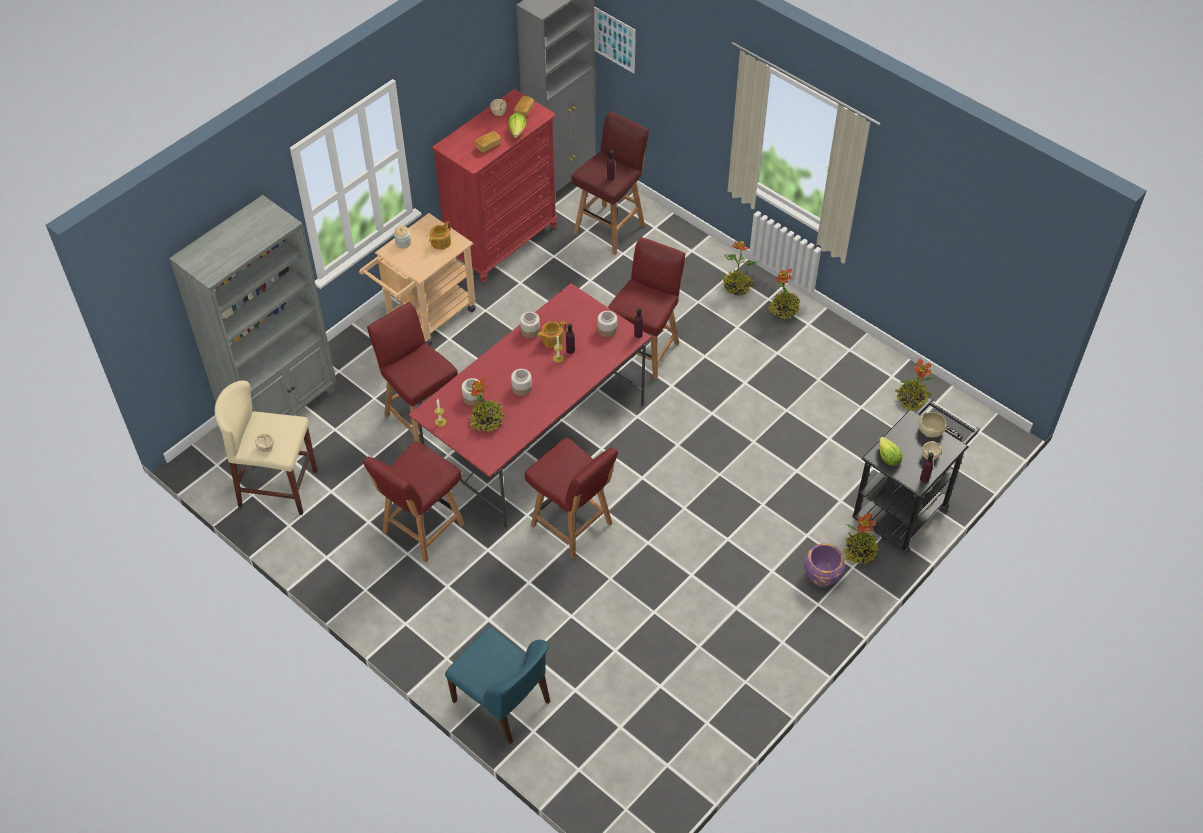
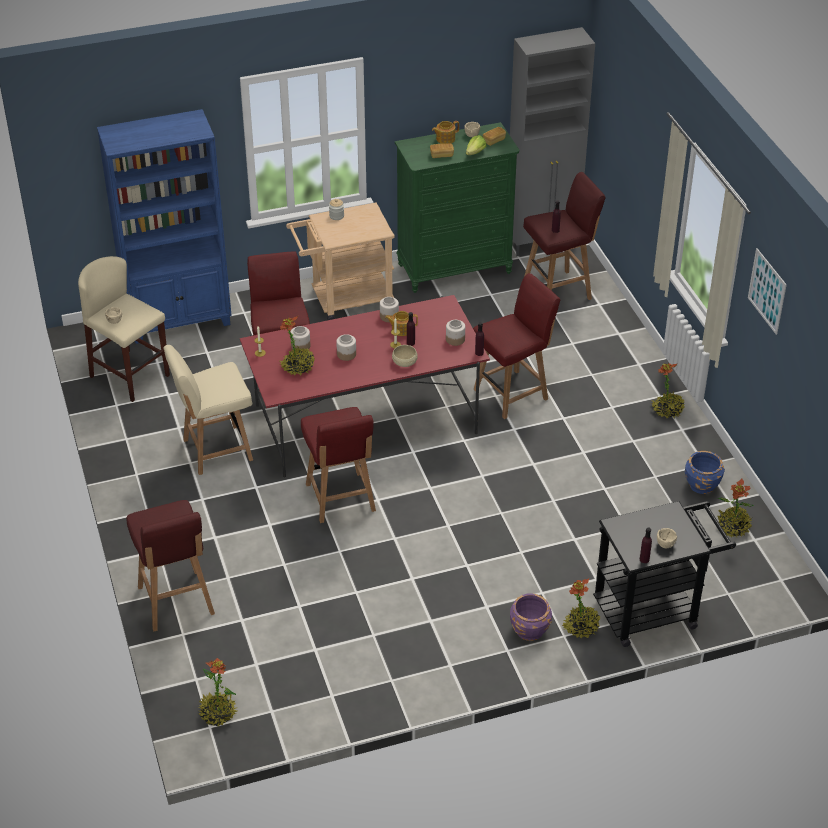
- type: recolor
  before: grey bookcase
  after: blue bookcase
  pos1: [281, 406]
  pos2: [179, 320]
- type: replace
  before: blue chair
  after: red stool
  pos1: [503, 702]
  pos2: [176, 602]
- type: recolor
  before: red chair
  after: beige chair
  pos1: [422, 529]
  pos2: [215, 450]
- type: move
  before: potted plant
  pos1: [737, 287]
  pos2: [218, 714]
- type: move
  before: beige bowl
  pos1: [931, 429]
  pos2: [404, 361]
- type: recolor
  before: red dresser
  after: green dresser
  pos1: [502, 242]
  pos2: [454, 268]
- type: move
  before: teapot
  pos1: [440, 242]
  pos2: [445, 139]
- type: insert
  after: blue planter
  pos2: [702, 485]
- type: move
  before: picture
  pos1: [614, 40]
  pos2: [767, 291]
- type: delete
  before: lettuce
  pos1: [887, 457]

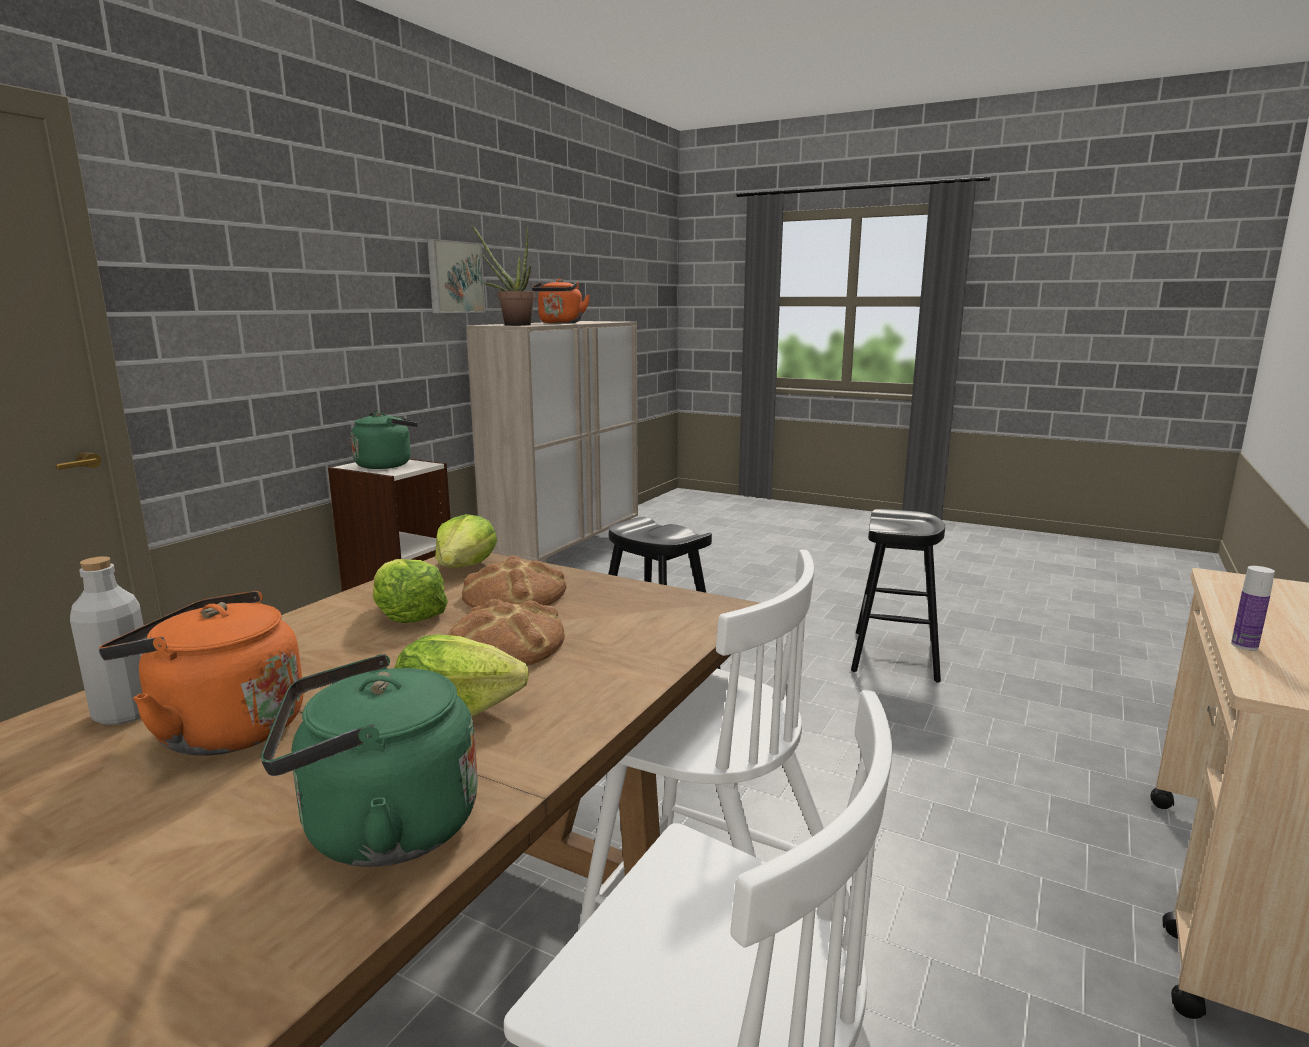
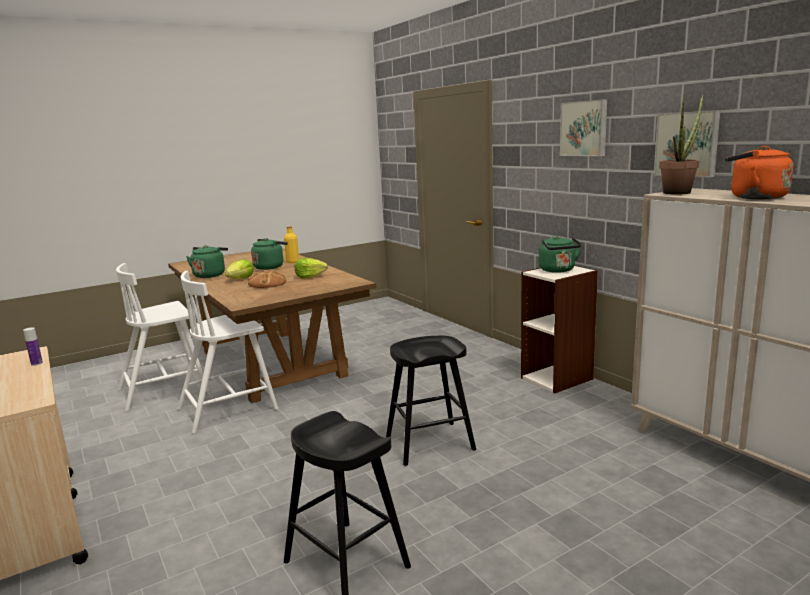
- type: recolor
  before: orange kettle
  after: green kettle
  pos1: [222, 729]
  pos2: [270, 267]
- type: recolor
  before: grey bottle
  after: yellow bottle
  pos1: [125, 713]
  pos2: [292, 262]
- type: insert
  after: picture
  pos2: [584, 128]
- type: delete
  before: lettuce
  pos1: [465, 567]
- type: delete
  before: bread
  pos1: [514, 595]

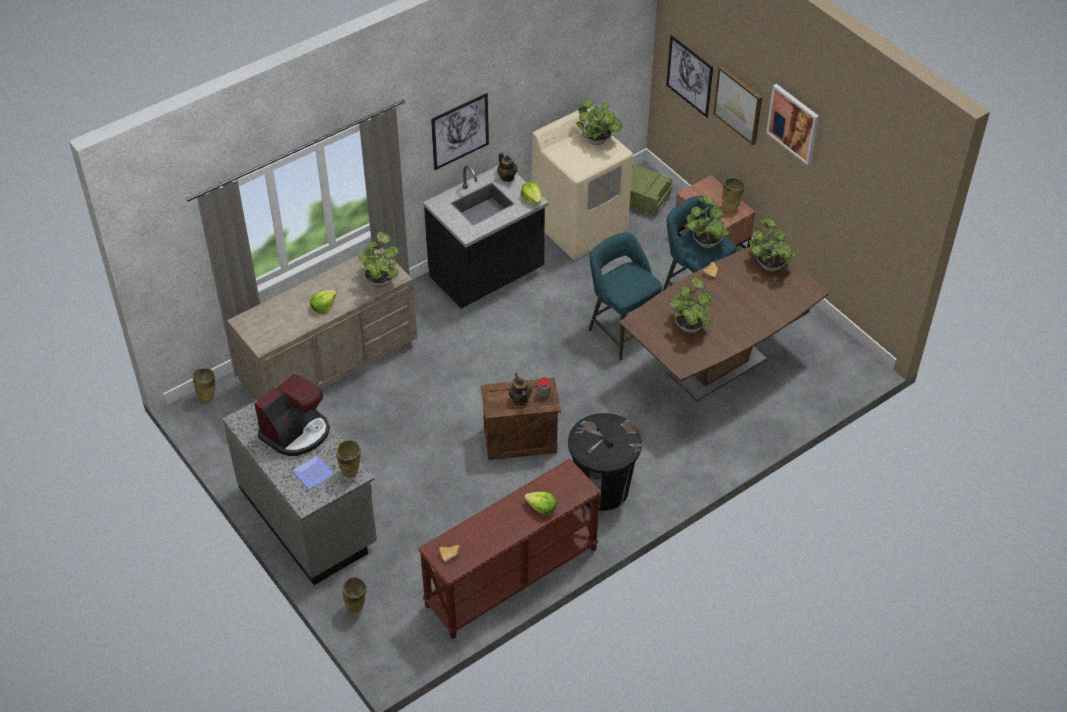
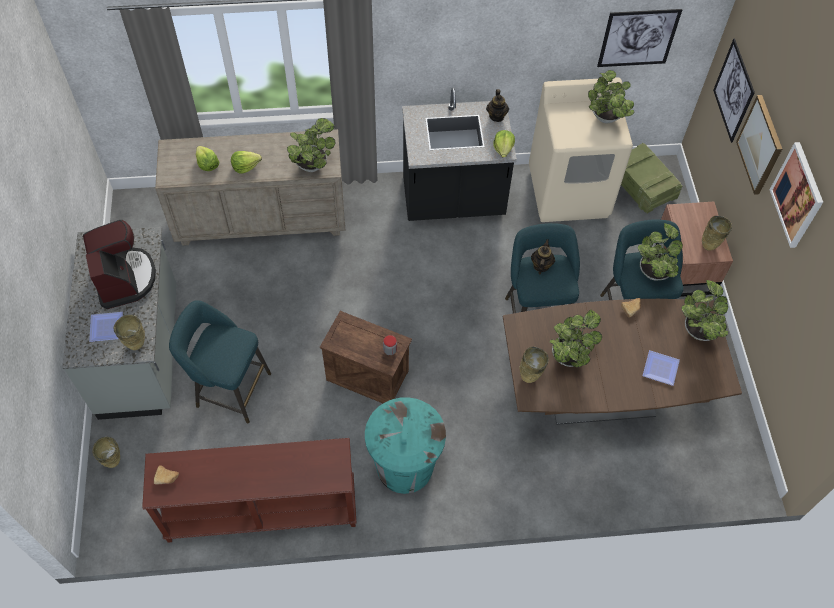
- type: rotate
  before: coffee machine
  pos1: [296, 432]
  pos2: [124, 279]
  turn: -90
- type: insert
  after: turquoise stool
  pos2: [229, 389]
- type: move
  before: lettuce
  pos1: [541, 508]
  pos2: [207, 164]
- type: recolor
  before: black trash can
  after: turquoise trash can
  pos1: [602, 489]
  pos2: [404, 467]
- type: move
  before: beige vase
  pos1: [208, 398]
  pos2: [530, 377]
- type: move
  before: teapot
  pos1: [520, 399]
  pos2: [541, 265]
- type: move
  before: picture
  pos1: [460, 131]
  pos2: [638, 38]
- type: insert
  after: plate
  pos2: [659, 369]

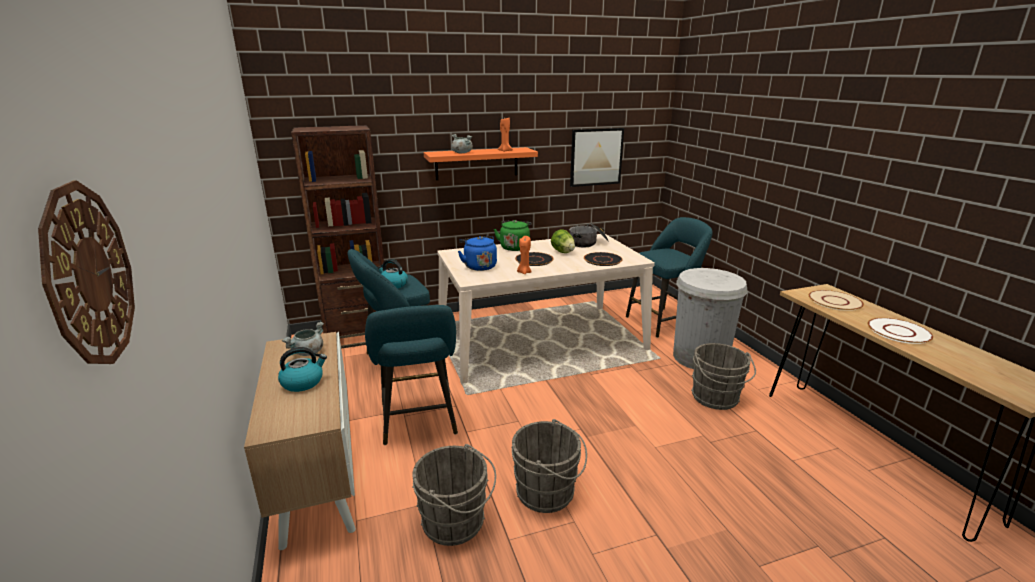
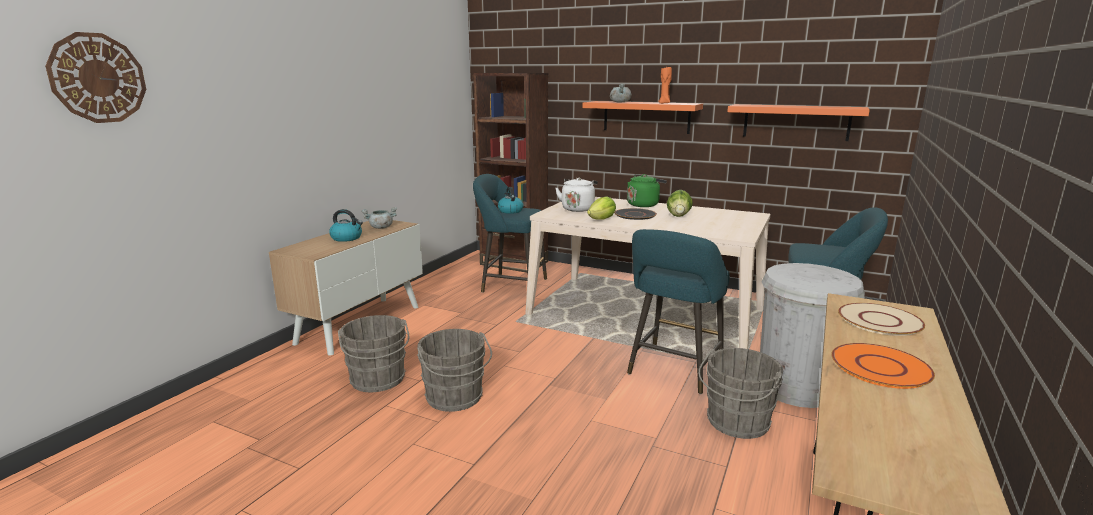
- type: recolor
  before: blue kettle
  after: white kettle
  pos1: [479, 266]
  pos2: [578, 208]
- type: replace
  before: orange candle
  after: lettuce
  pos1: [524, 272]
  pos2: [602, 219]
- type: move
  before: turquoise stool
  pos1: [419, 422]
  pos2: [673, 371]
- type: replace
  before: picture
  after: orange shelf
  pos1: [596, 157]
  pos2: [796, 122]
- type: recolor
  before: white plate
  after: orange plate
  pos1: [899, 331]
  pos2: [881, 367]
- type: delete
  before: cooking pot
  pos1: [588, 243]
- type: delete
  before: black plate
  pos1: [602, 260]

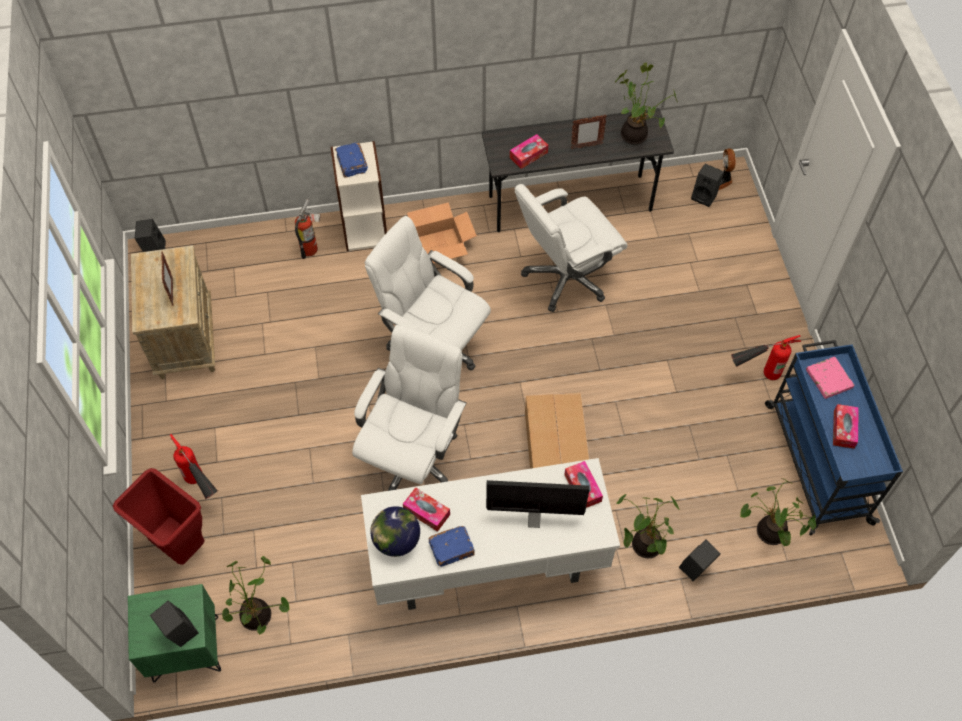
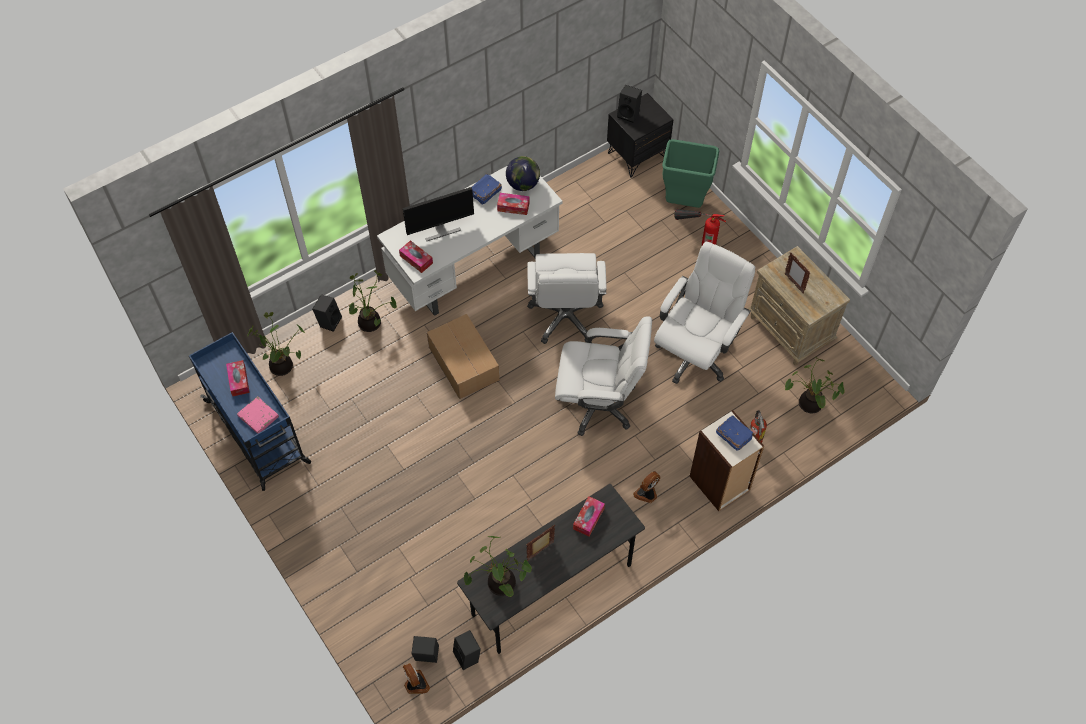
- type: move
  before: black speaker
  pos1: [154, 250]
  pos2: [468, 656]
- type: recolor
  before: green nightstand
  after: black nightstand
  pos1: [185, 649]
  pos2: [637, 155]
- type: replace
  before: cardboard box
  after: fan
  pos1: [437, 246]
  pos2: [647, 494]
- type: move
  before: white office chair
  pos1: [566, 277]
  pos2: [695, 353]
- type: recolor
  before: red trash can
  after: green trash can
  pos1: [179, 546]
  pos2: [684, 203]
- type: move
  before: potted plant
  pos1: [259, 616]
  pos2: [808, 405]
- type: delete
  before: fire extinguisher
  pos1: [755, 375]

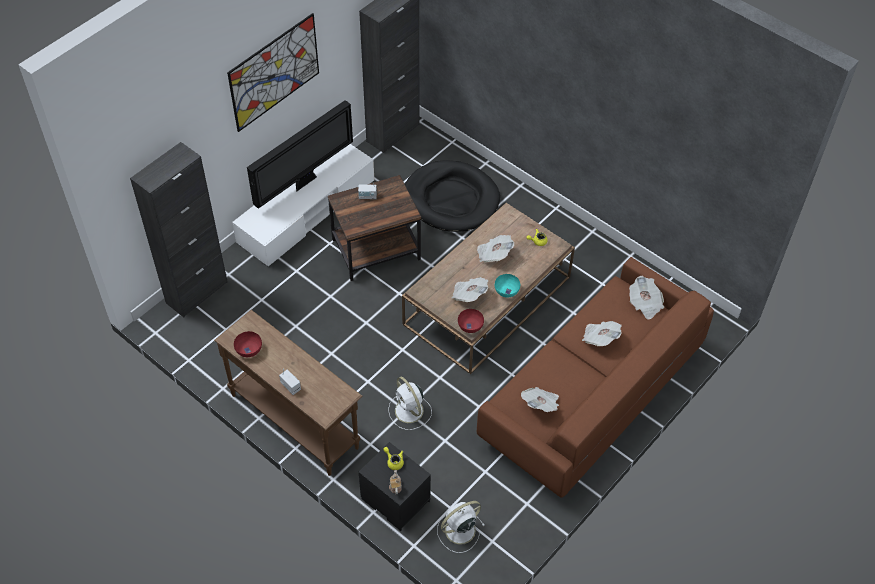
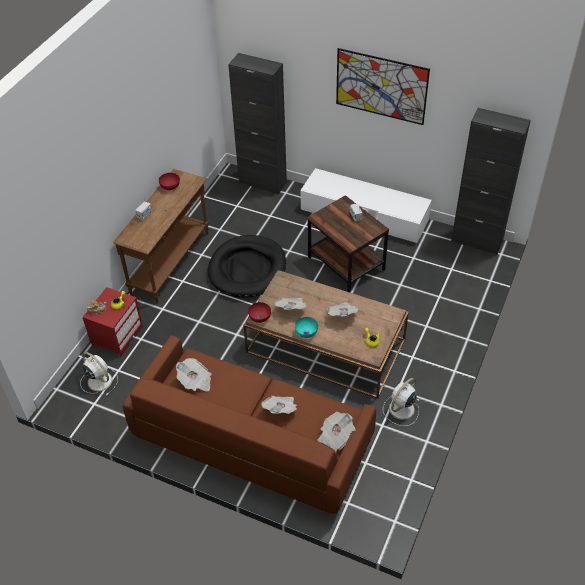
- type: recolor
  before: black nightstand
  after: red nightstand
  pos1: [394, 500]
  pos2: [117, 335]
- type: move
  before: black dog bed
  pos1: [451, 199]
  pos2: [247, 269]
- type: move
  before: white fan
  pos1: [409, 412]
  pos2: [401, 409]
- type: delete
  before: television
  pos1: [305, 181]

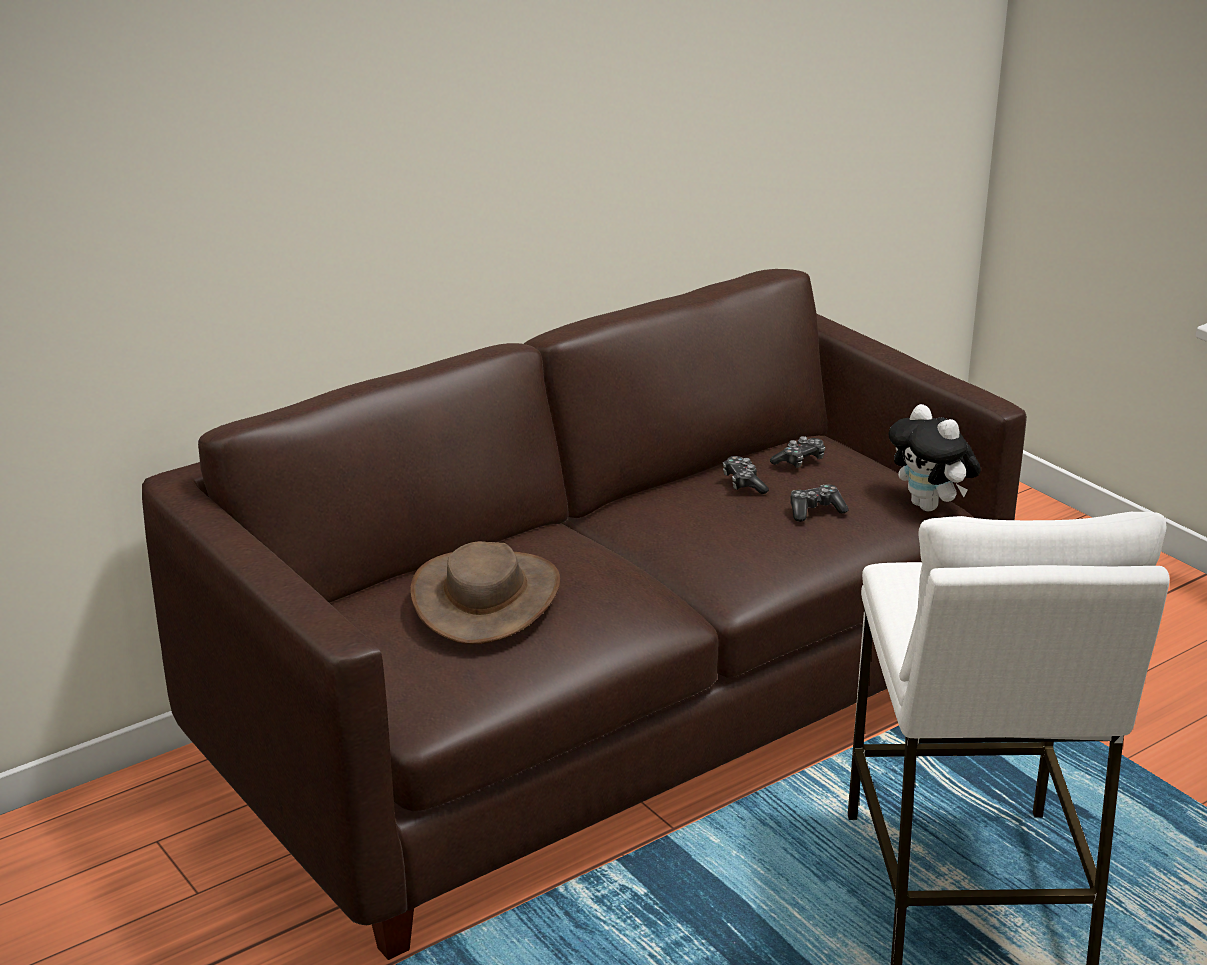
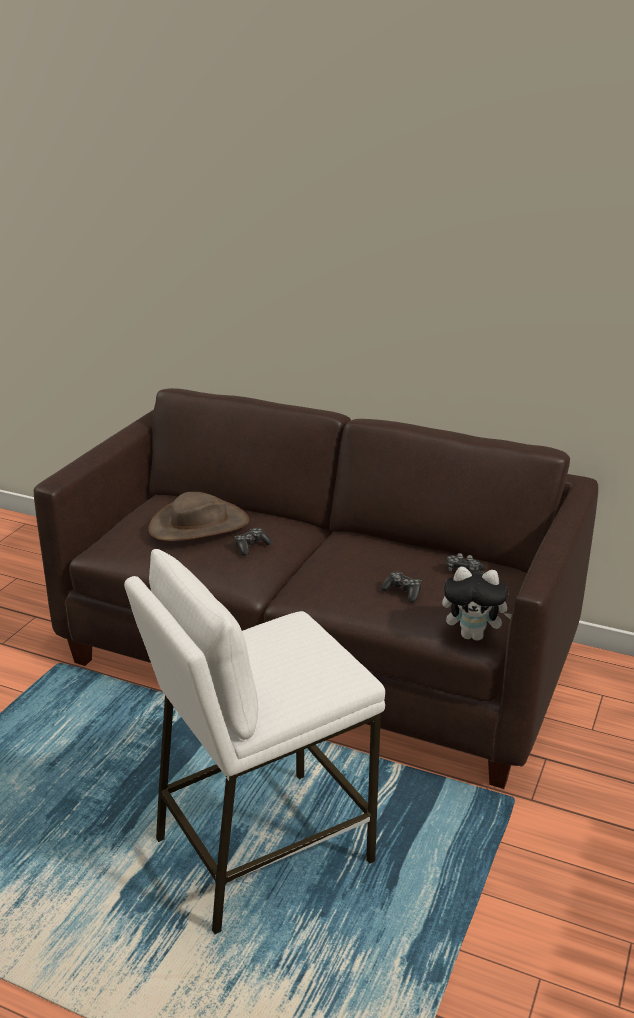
- type: move
  before: game controller
  pos1: [743, 483]
  pos2: [251, 546]
- type: rotate
  before: plush toy
  pos1: [930, 506]
  pos2: [474, 635]
  turn: -105

